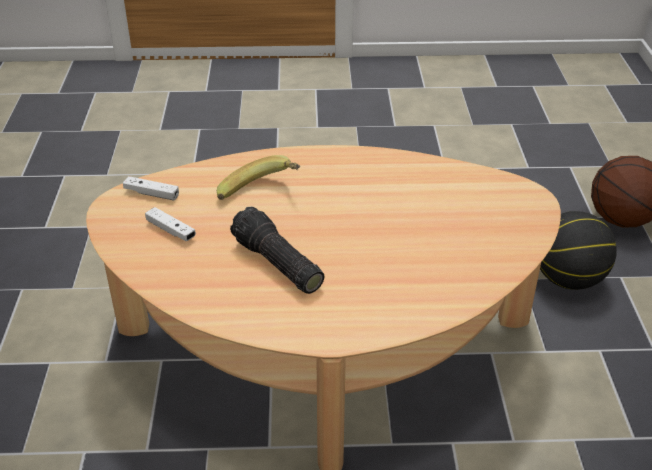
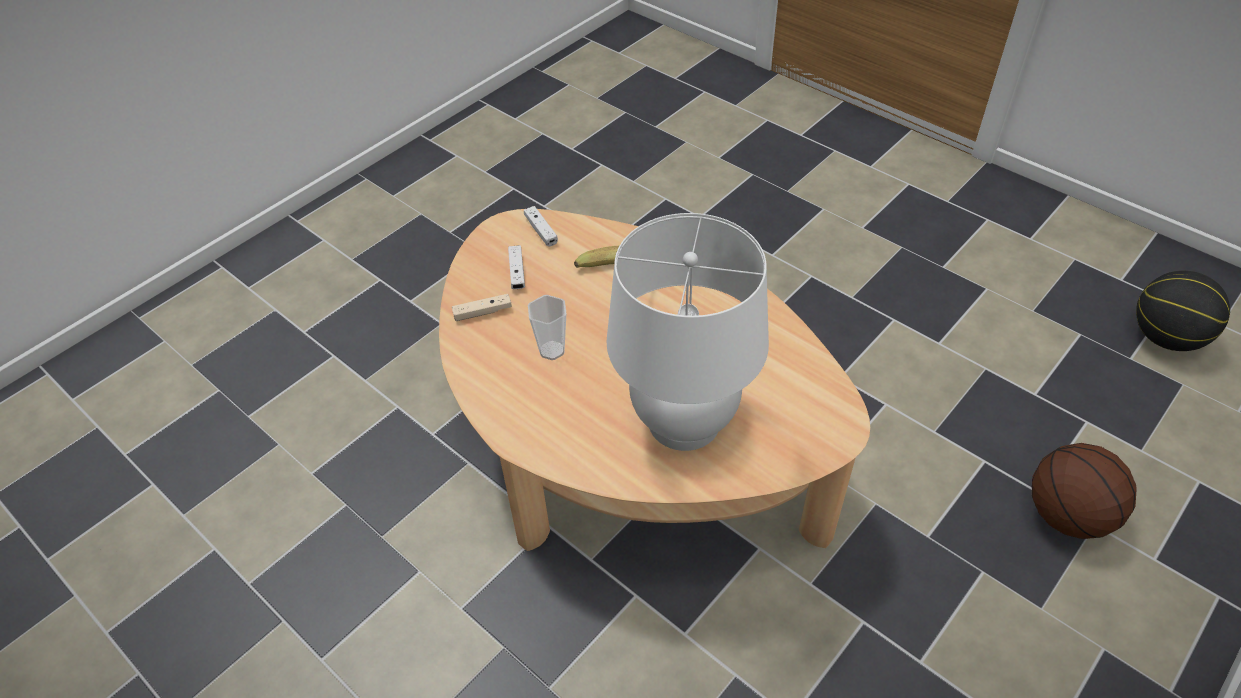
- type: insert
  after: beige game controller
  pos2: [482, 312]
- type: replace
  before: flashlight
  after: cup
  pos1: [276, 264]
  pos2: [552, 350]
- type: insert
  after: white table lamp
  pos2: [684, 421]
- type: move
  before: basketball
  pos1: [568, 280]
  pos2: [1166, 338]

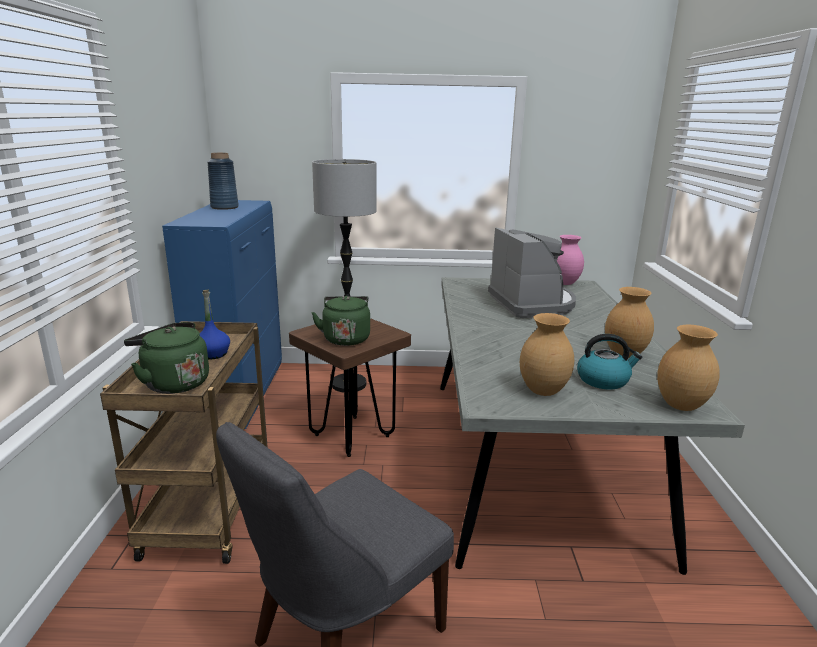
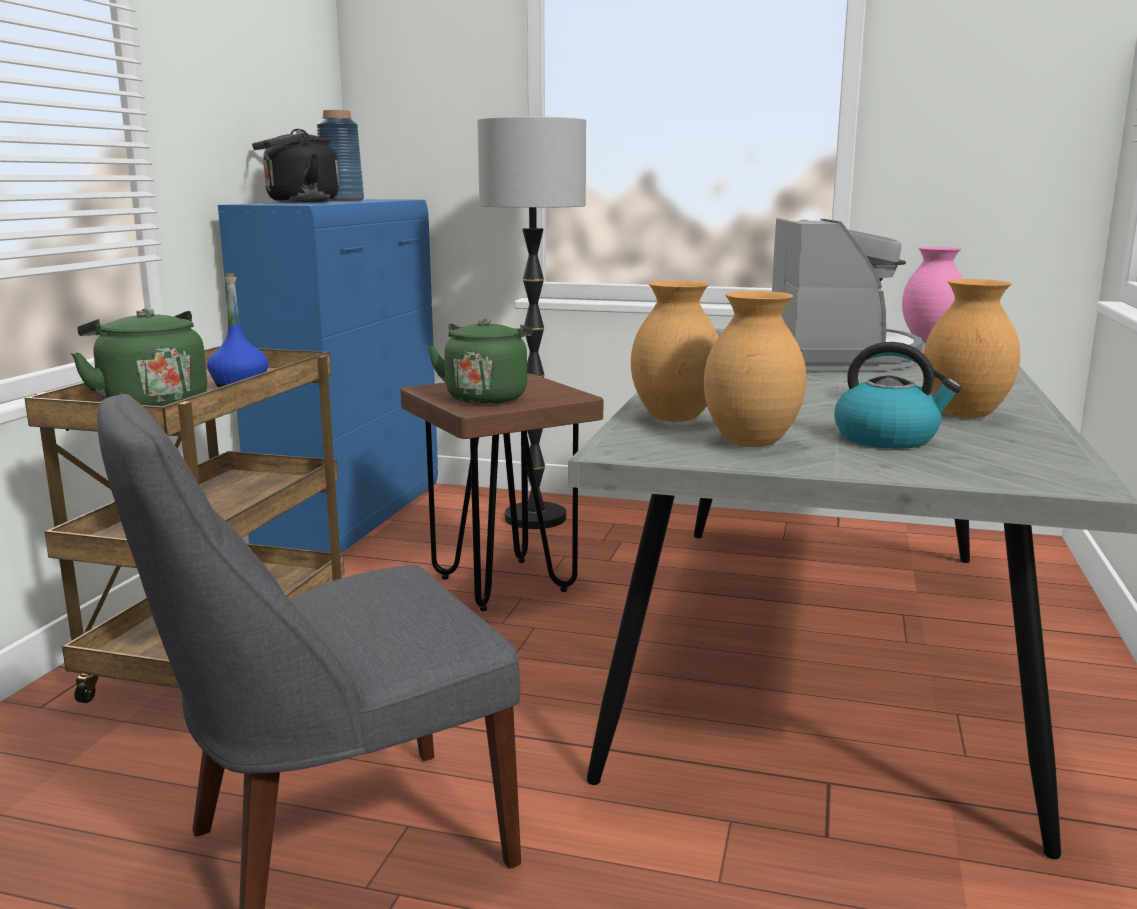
- type: insert
  after: black kettle
  pos2: [298, 202]
- type: move
  before: brown vase
  pos1: [682, 406]
  pos2: [676, 418]

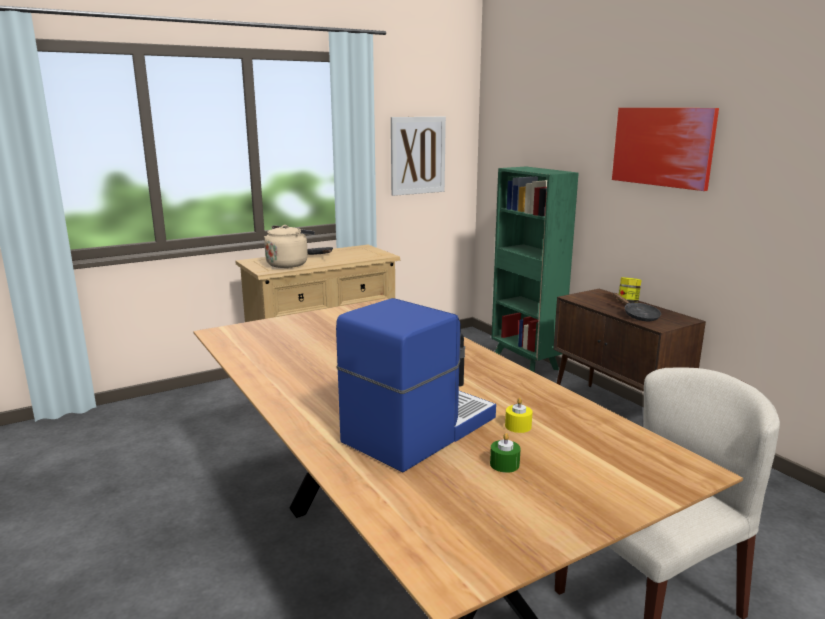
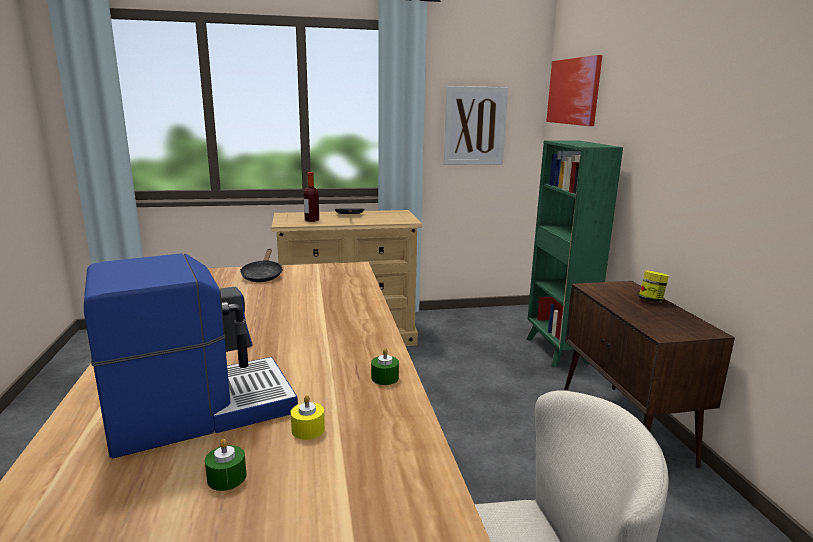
- type: move
  before: black frying pan
  pos1: [638, 316]
  pos2: [262, 275]
- type: replace
  before: beige kettle
  after: bottle
  pos1: [289, 264]
  pos2: [312, 220]
- type: insert
  after: green candle
  pos2: [385, 378]
- type: move
  before: picture
  pos1: [662, 146]
  pos2: [574, 91]

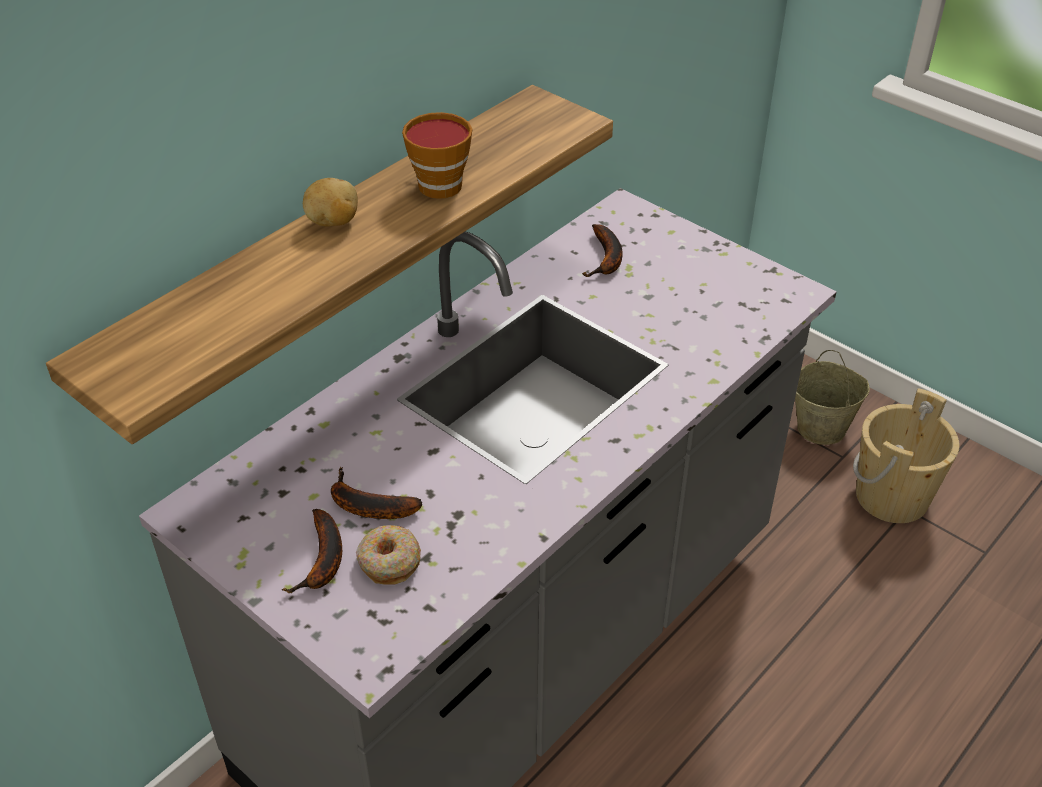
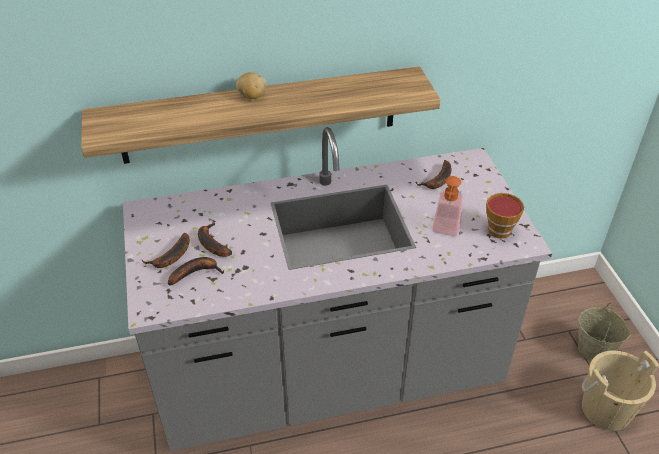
- type: replace
  before: donut
  after: banana
  pos1: [389, 562]
  pos2: [196, 272]
- type: insert
  after: soap dispenser
  pos2: [445, 231]
- type: move
  before: cup
  pos1: [436, 183]
  pos2: [498, 228]

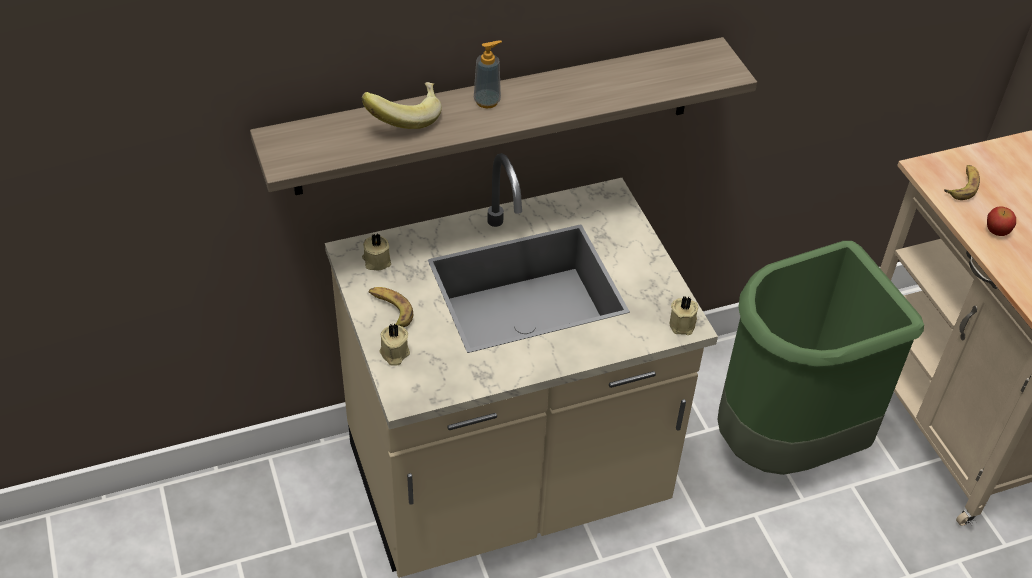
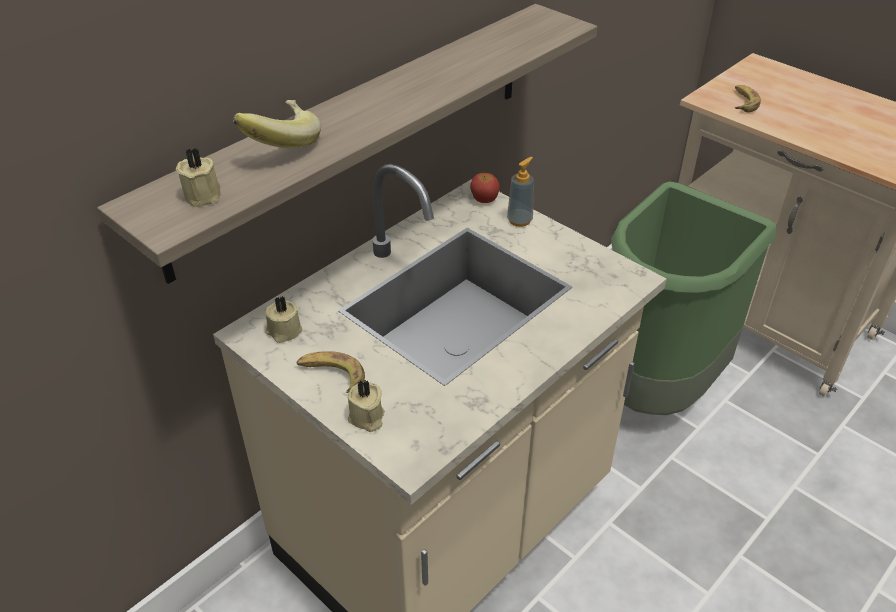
- type: move
  before: beige candle
  pos1: [683, 324]
  pos2: [204, 195]
- type: move
  before: apple
  pos1: [996, 231]
  pos2: [484, 199]
- type: move
  before: soap dispenser
  pos1: [487, 101]
  pos2: [519, 220]

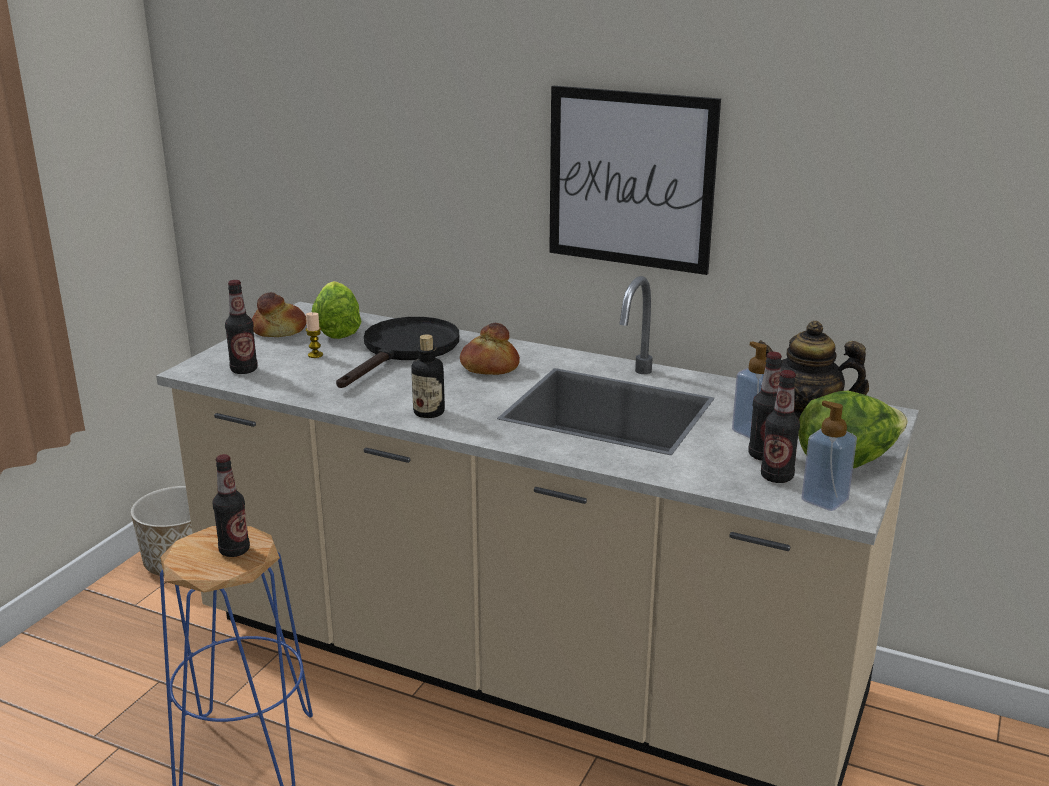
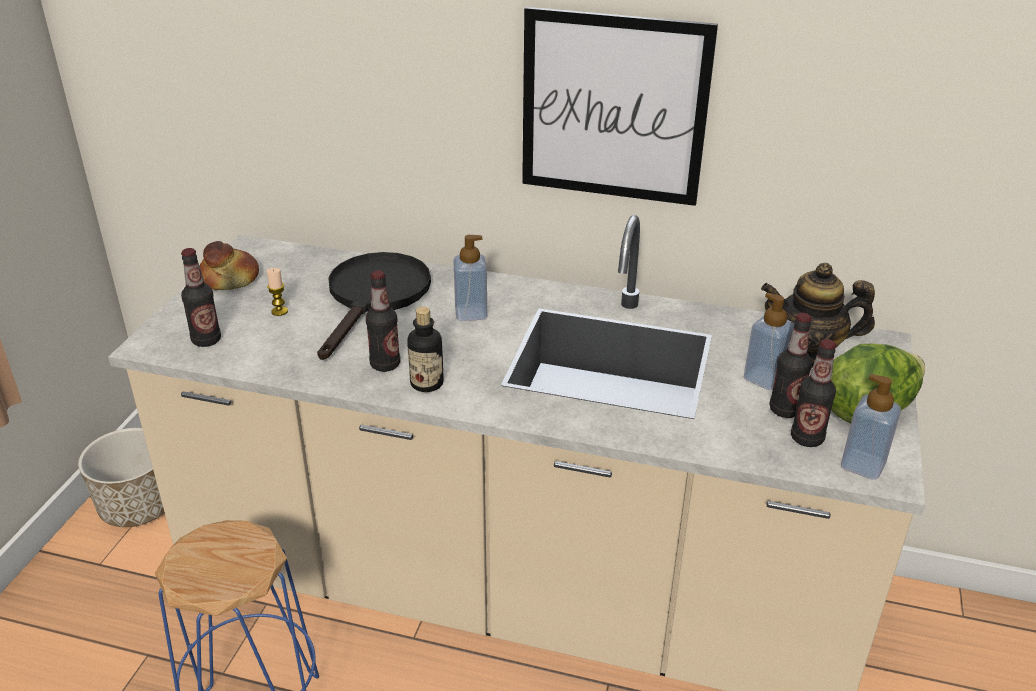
- type: move
  before: bottle
  pos1: [234, 550]
  pos2: [385, 364]
- type: replace
  before: bread
  after: soap dispenser
  pos1: [489, 367]
  pos2: [471, 313]
- type: delete
  before: lettuce
  pos1: [337, 329]

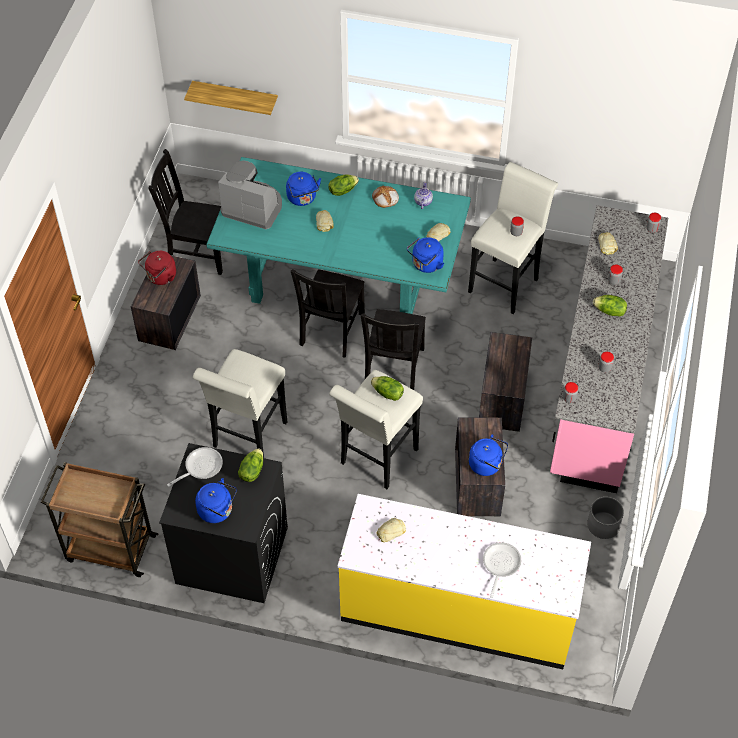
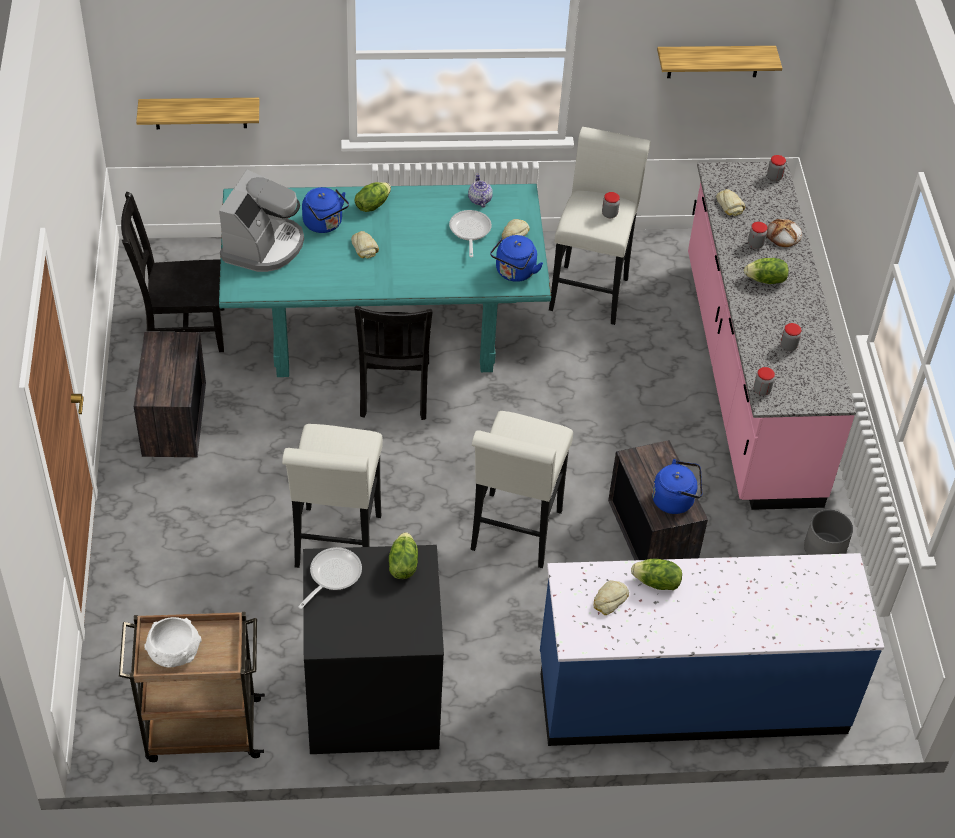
- type: insert
  after: white bowl
  pos2: [174, 650]
- type: rotate
  before: coffee machine
  pos1: [253, 207]
  pos2: [263, 246]
  turn: 105
- type: move
  before: frying pan
  pos1: [500, 565]
  pos2: [469, 231]
- type: recolor
  before: yellow counter
  after: blue counter
  pos1: [458, 610]
  pos2: [691, 694]
- type: move
  before: lettuce
  pos1: [387, 393]
  pos2: [656, 583]
- type: insert
  after: shelf
  pos2: [714, 61]
- type: move
  before: bread
  pos1: [385, 198]
  pos2: [783, 235]
- type: delete
  before: red kettle
  pos1: [160, 277]
- type: delete
  before: blue kettle
  pos1: [217, 510]
- type: delete
  before: black chair
  pos1: [393, 370]
- type: delete
  before: crate
  pos1: [503, 399]

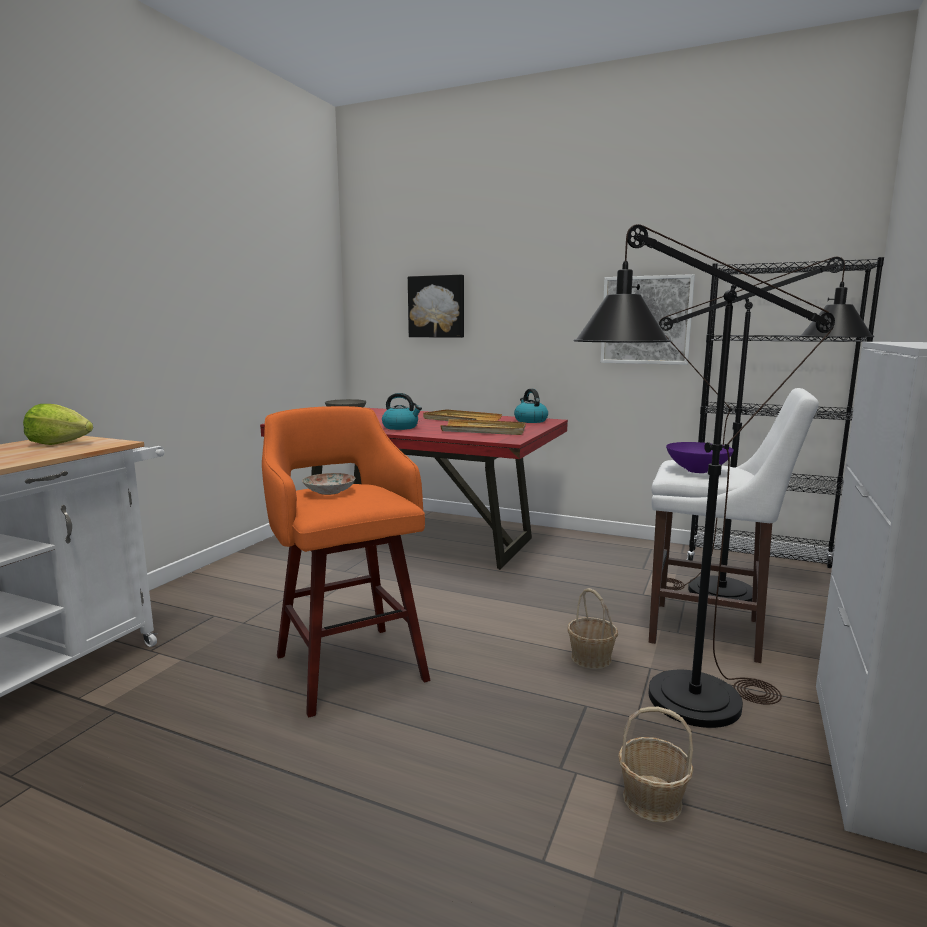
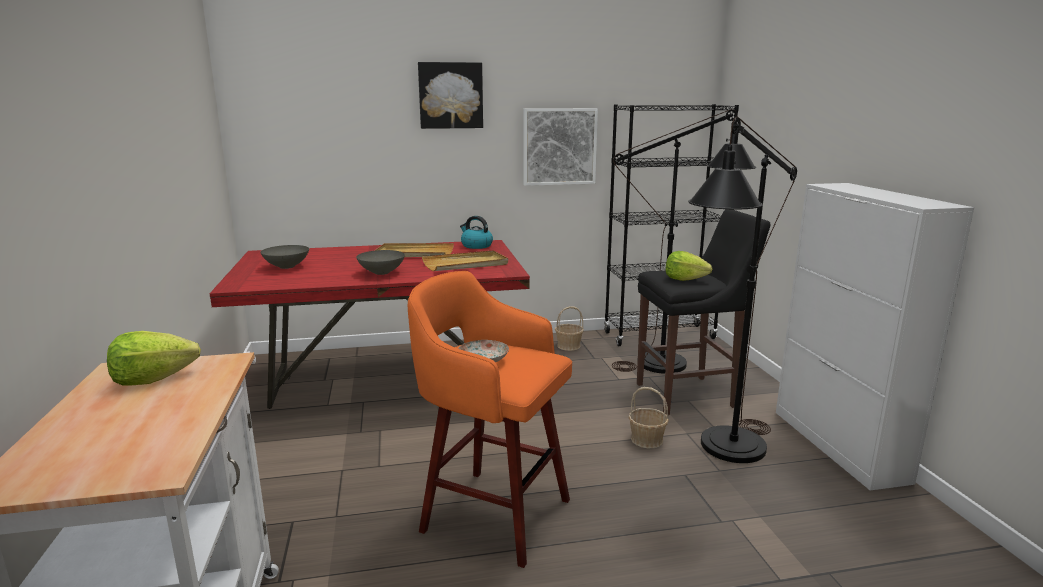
- type: replace
  before: kettle
  after: grey bowl
  pos1: [401, 427]
  pos2: [381, 272]
- type: move
  before: picture
  pos1: [437, 306]
  pos2: [450, 95]
- type: move
  before: basket
  pos1: [651, 799]
  pos2: [568, 346]
- type: recolor
  before: white stool
  after: black stool
  pos1: [712, 632]
  pos2: [690, 395]
- type: replace
  before: purple bowl
  after: lettuce
  pos1: [697, 470]
  pos2: [684, 279]

